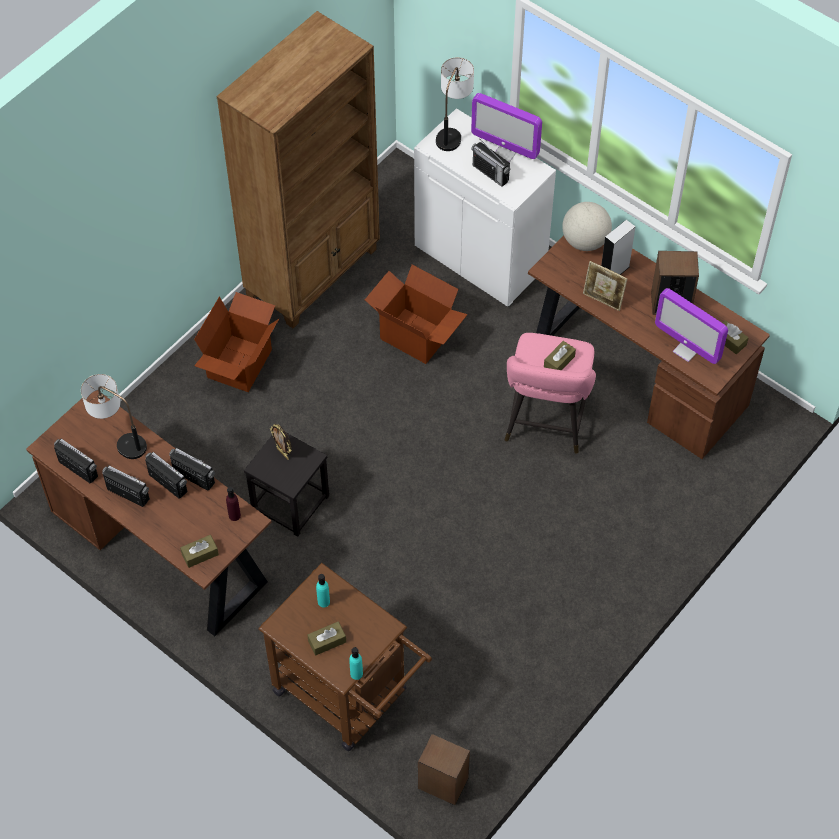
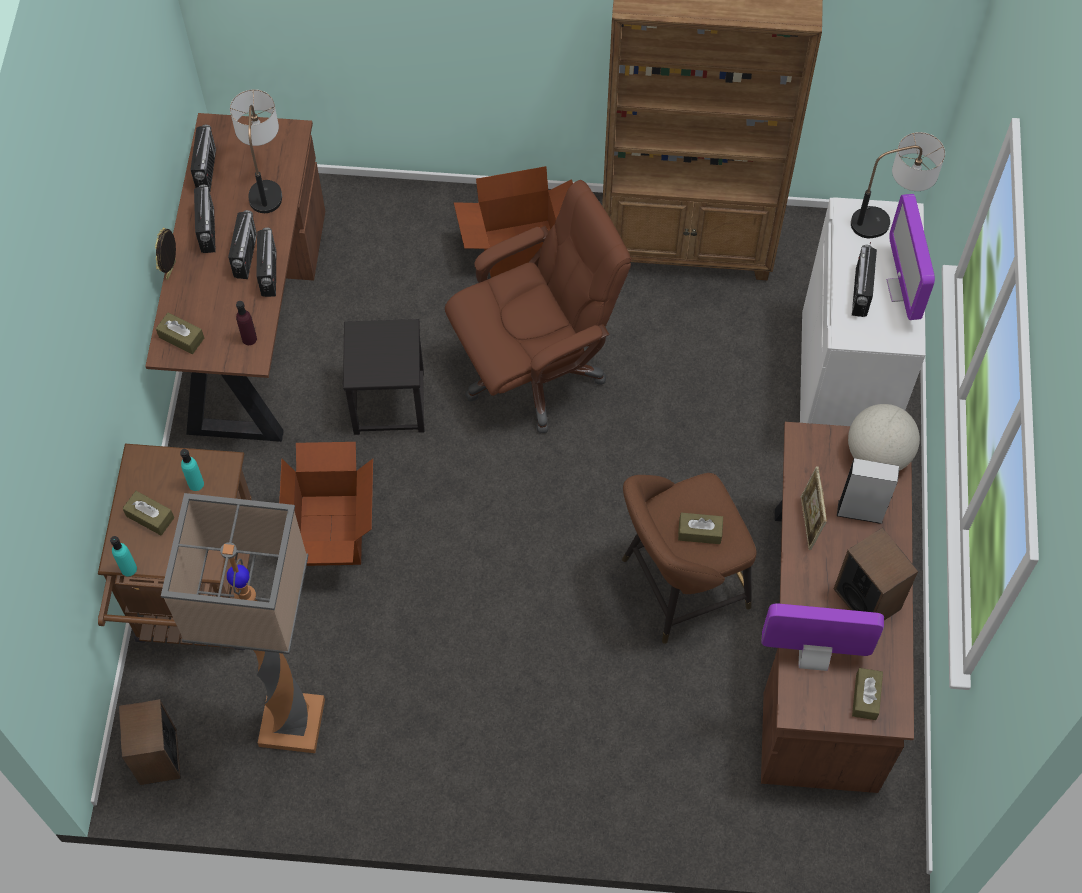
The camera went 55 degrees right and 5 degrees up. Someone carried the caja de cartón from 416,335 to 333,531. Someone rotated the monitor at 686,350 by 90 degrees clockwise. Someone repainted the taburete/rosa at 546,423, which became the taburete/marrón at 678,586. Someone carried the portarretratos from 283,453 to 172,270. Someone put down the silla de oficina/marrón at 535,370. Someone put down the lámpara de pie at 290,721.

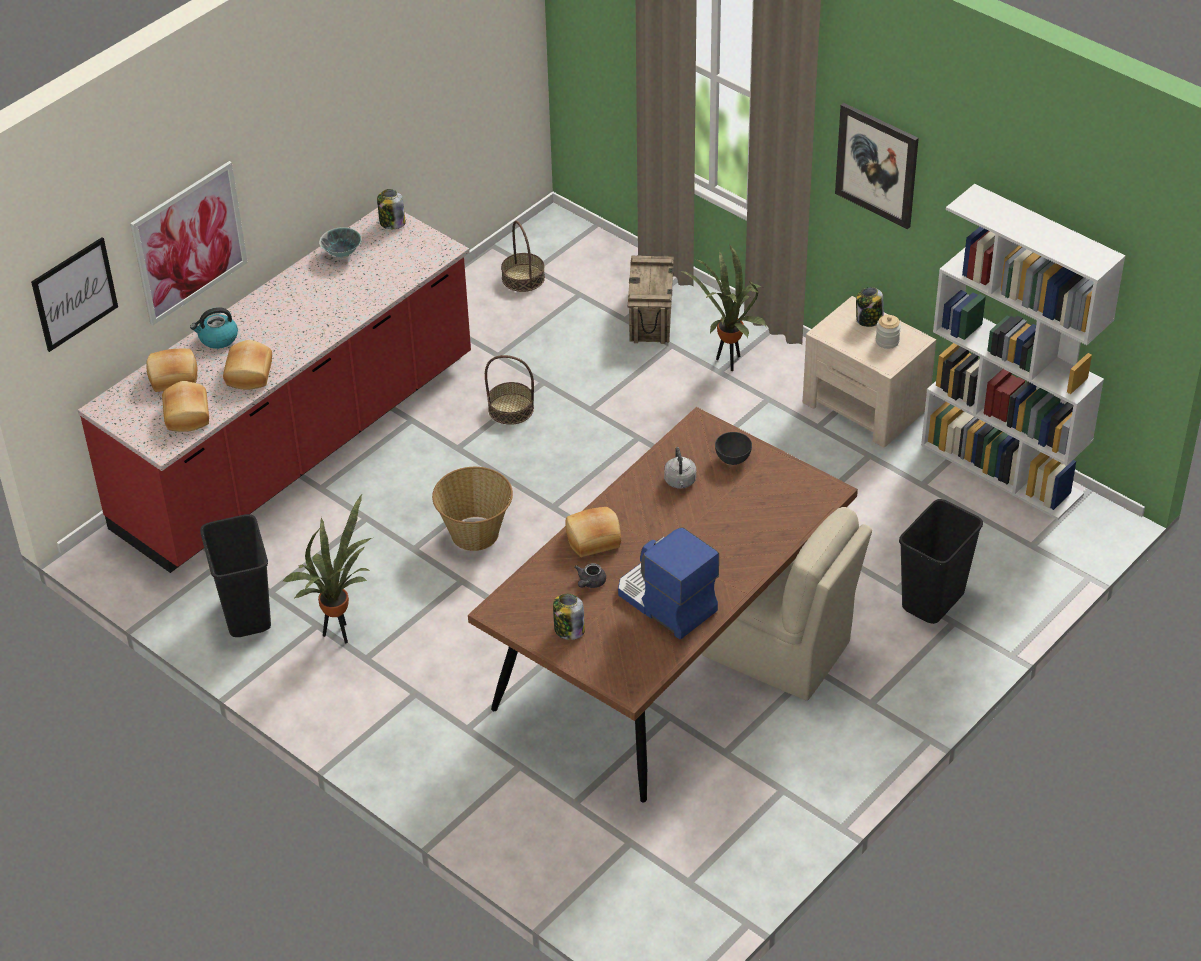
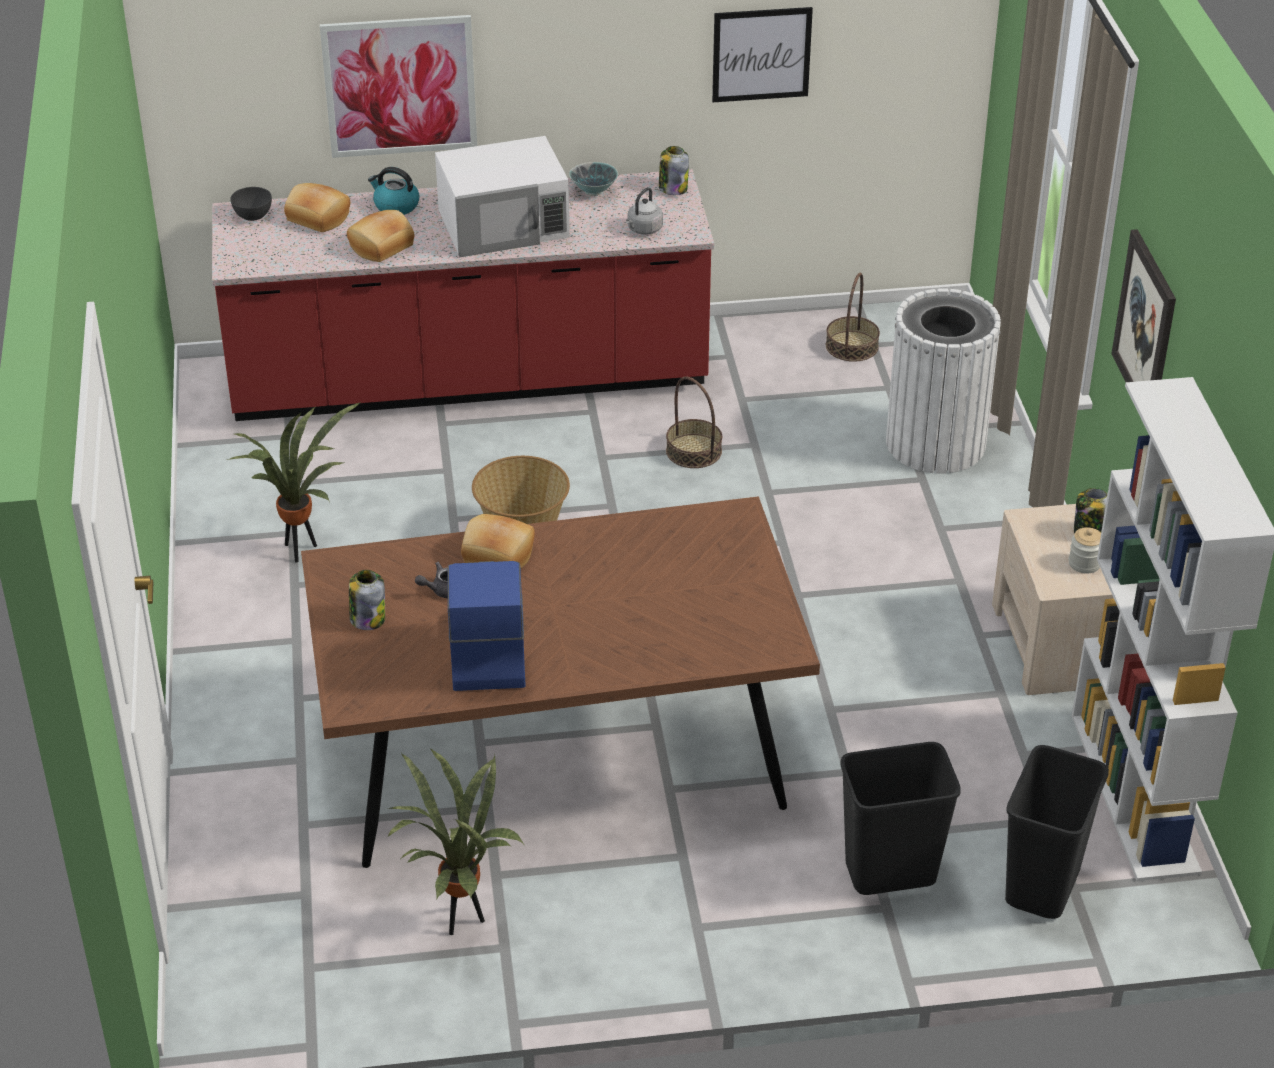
The camera went 40 degrees right and 5 degrees down. Someone carried the cuadro from 74,294 to 761,54. Someone carried the planta en maceta from 728,363 to 460,921. Someone swapped the caja de embalaje at 651,316 for the papelera/blanco at 935,443. Someone took away the pan at 188,415. Someone carried the cuenco/gris from 733,459 to 253,216. Someone carried the hervidor/gris from 680,482 to 643,230. Someone took away the silla/beis at 779,650. Someone carried the papelera/negro from 245,614 to 1041,885. Someone put down the microondas/blanco at 504,224.

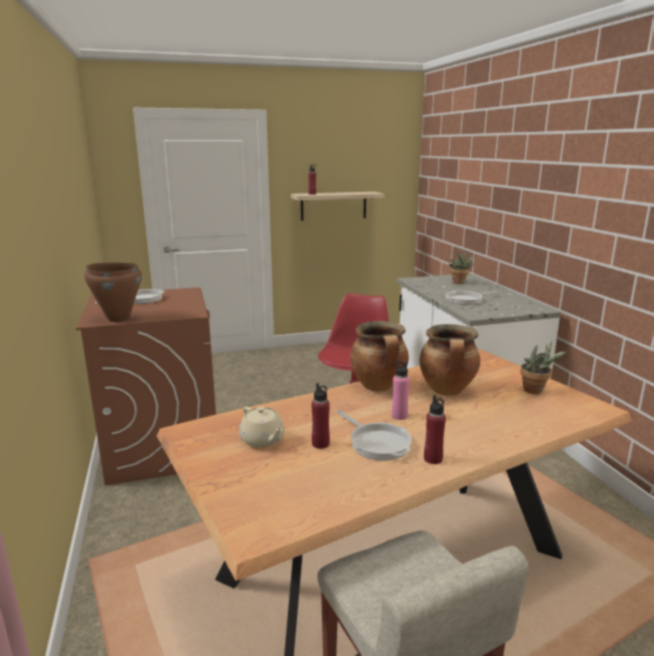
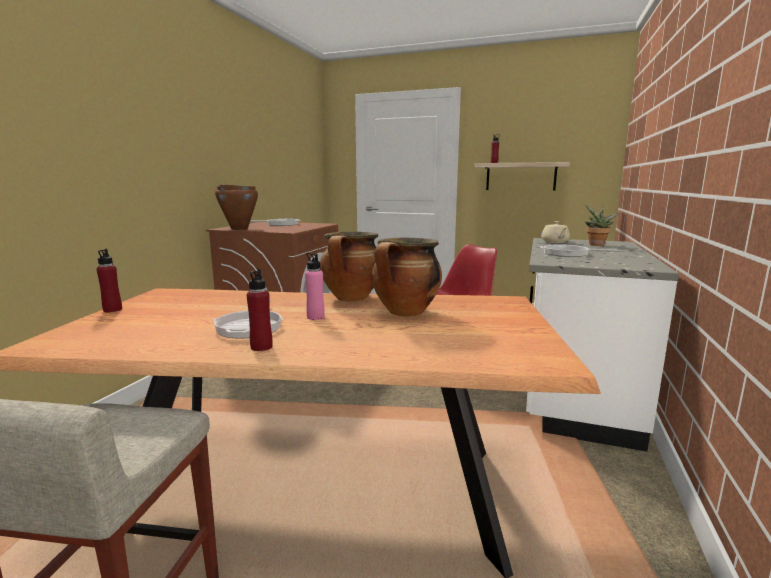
The camera went 35 degrees right and 5 degrees down. Someone took away the planta en maceta at 536,391. Someone carried the botella/rojo from 320,444 to 112,310. Someone carried the tetera/beis from 262,440 to 555,242.

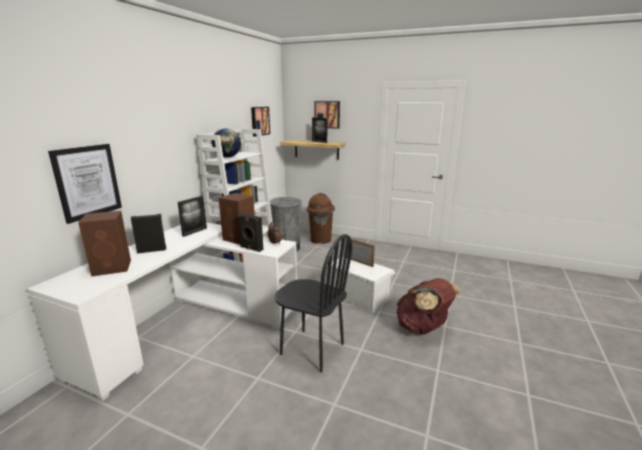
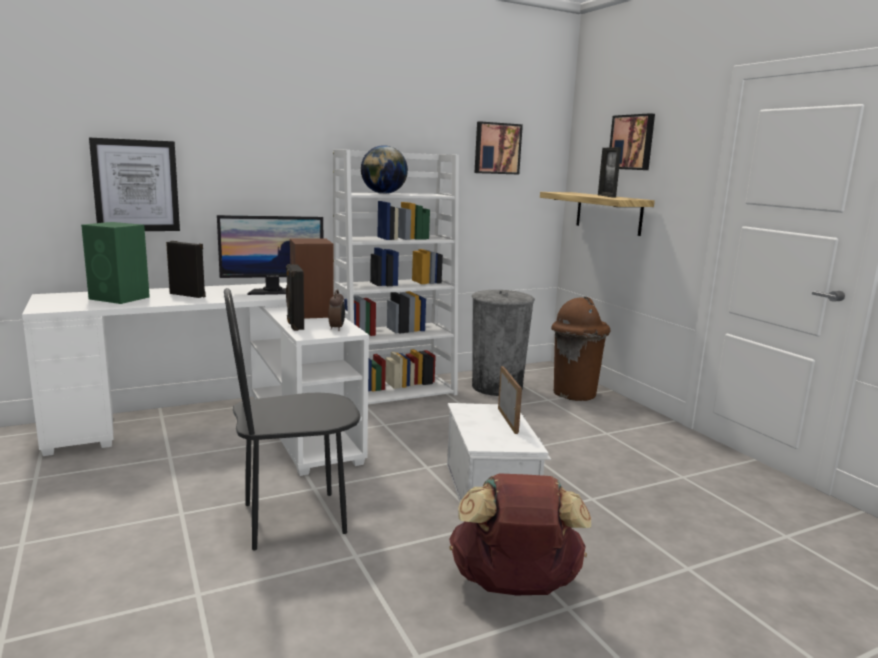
The camera went 40 degrees right and 5 degrees down. Someone swapped the portarretratos at 194,232 for the monitor at 272,291. Someone repainted the altavoz/marrón at 113,267, which became the altavoz/verde at 120,298. Someone rotated the silla/negro at 312,349 by 90 degrees clockwise.

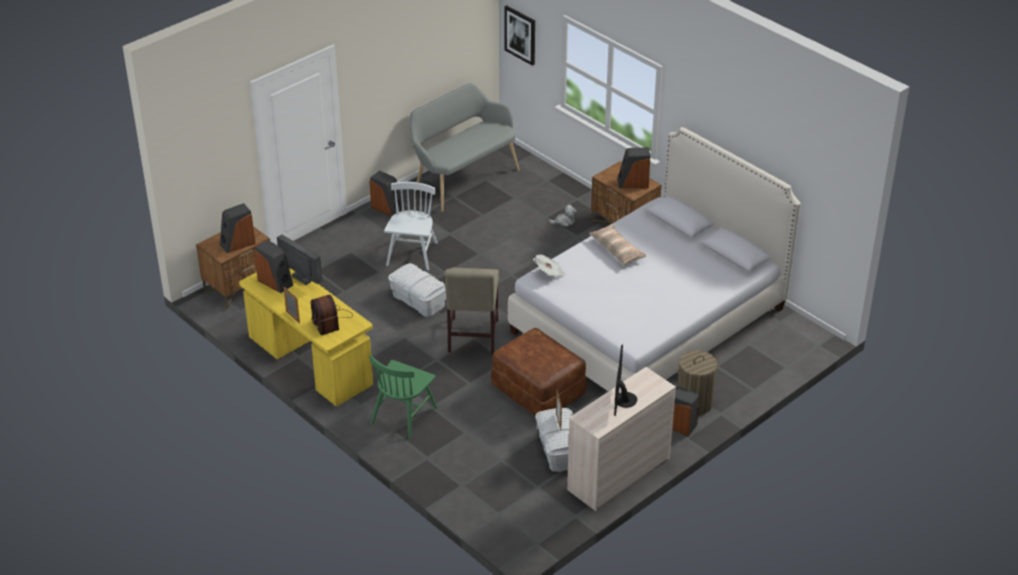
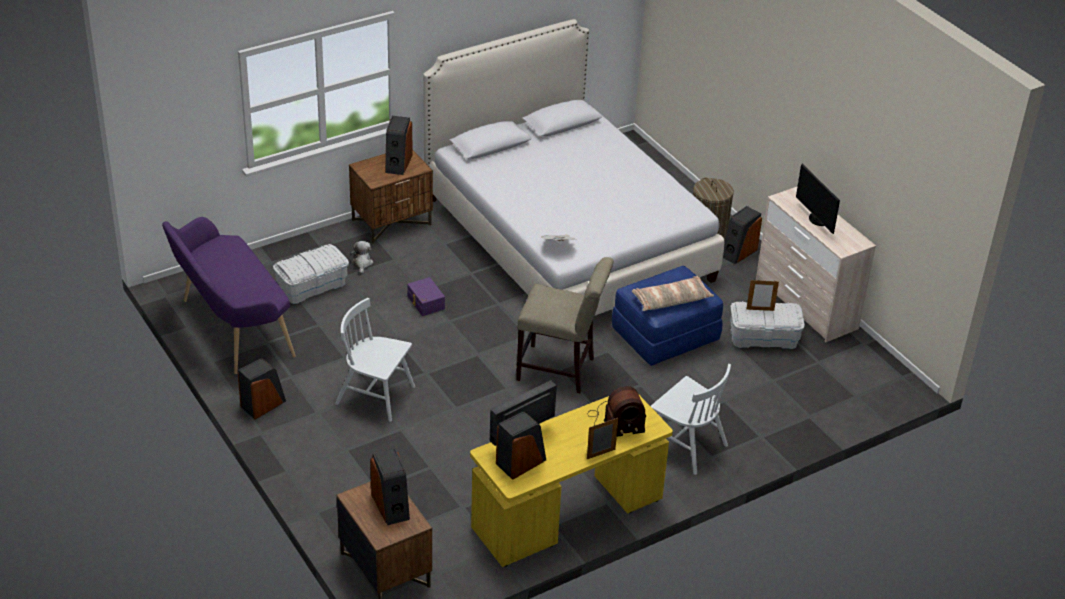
The camera went 80 degrees left and 0 degrees up. Someone took away the cuadro at 520,35. Someone repainted the banco/gris at 462,179, which became the banco/morado at 231,329. Someone carried the cojín from 617,250 to 671,300. Someone carried the caja de almacenaje/blanco from 419,300 to 312,286. Someone repainted the puf/marrón at 539,391, which became the puf/azul at 665,335. Someone rotated the monitor at 623,400 by 45 degrees clockwise. Someone repainted the silla/verde at 403,415, which became the silla/blanco at 685,445. Someone put down the caja de almacenaje/morado at 425,303.

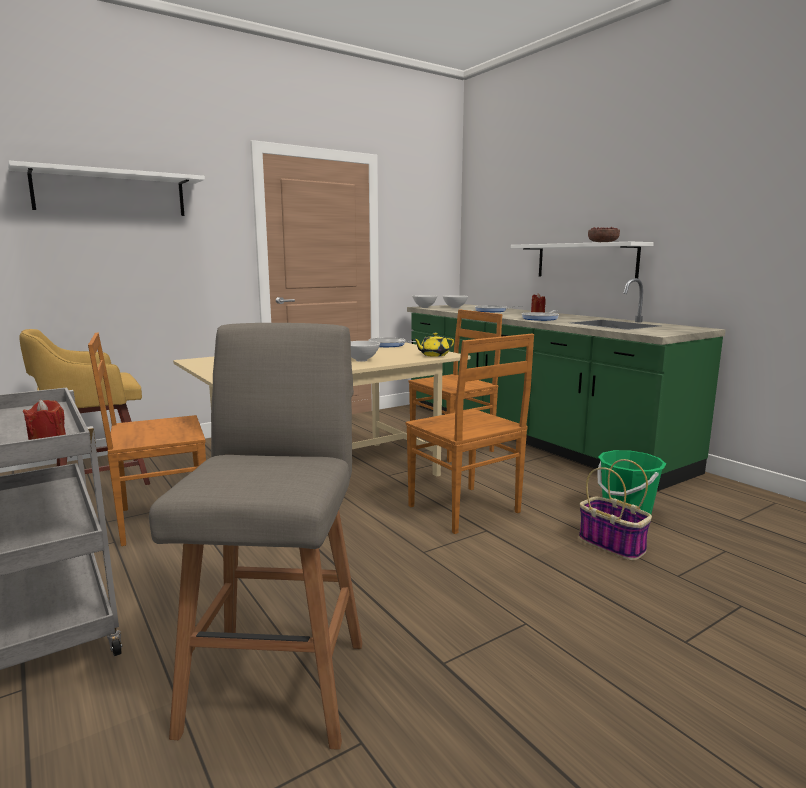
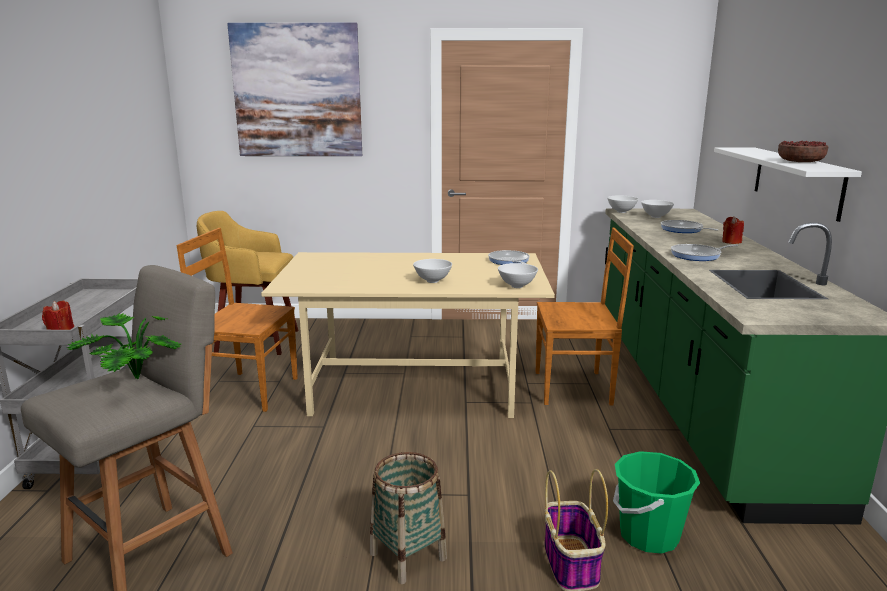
The camera went 35 degrees right and 5 degrees up. Someone swapped the estante/blanco at 111,193 for the cuadro at 297,91. Someone swapped the tetera/amarillo at 433,355 for the cuenco/blanco at 516,286. Someone took away the silla/marrón at 465,510. Someone put down the planta en maceta at 144,378. Someone put down the cesta at 407,556.

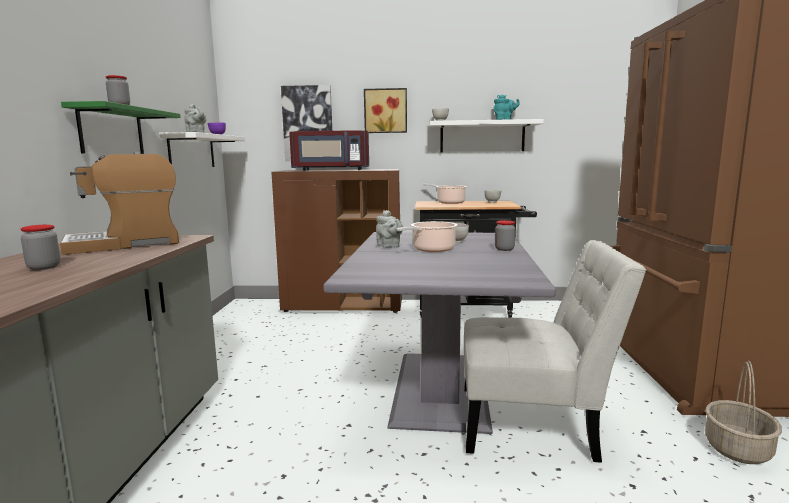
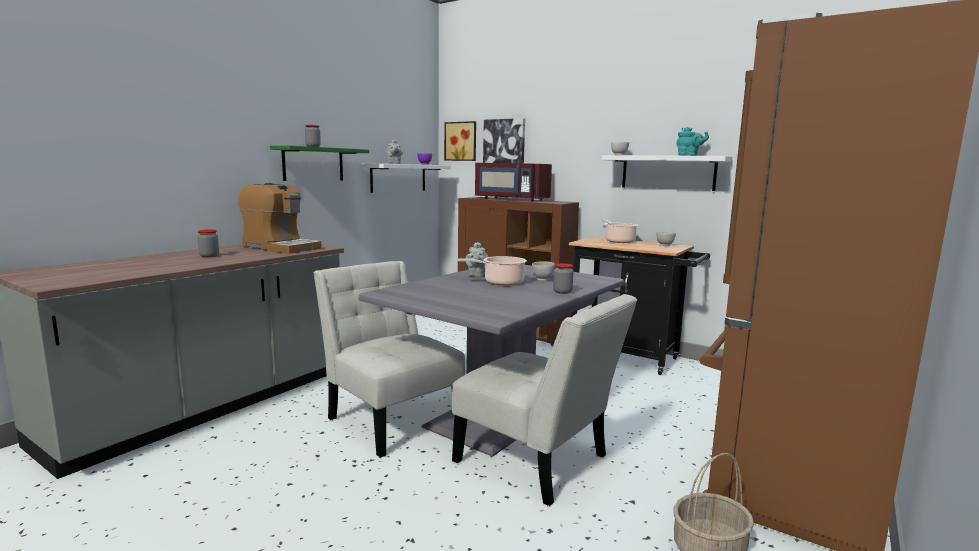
The camera went 30 degrees right and 0 degrees up. Someone carried the cuadro from 385,111 to 461,141. Someone rotated the cafetera at 126,244 by 150 degrees counterclockwise. Someone put down the silla/blanco at 391,418.

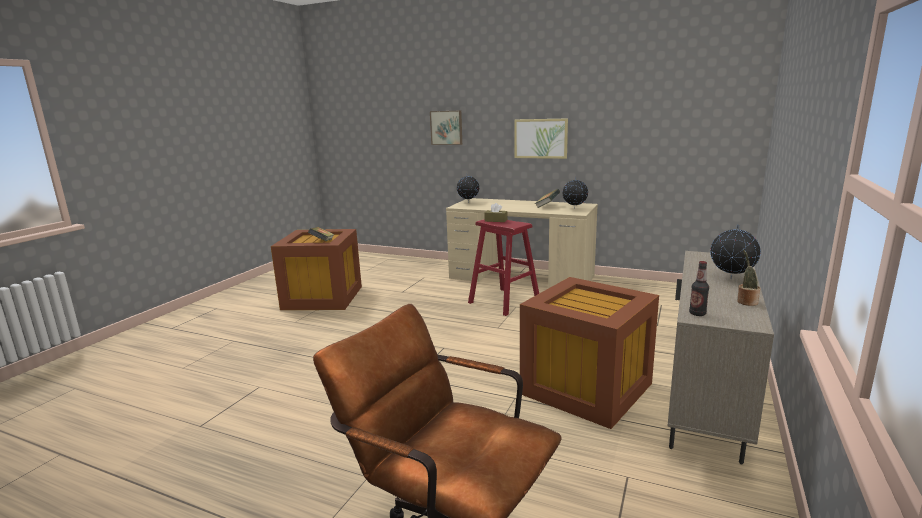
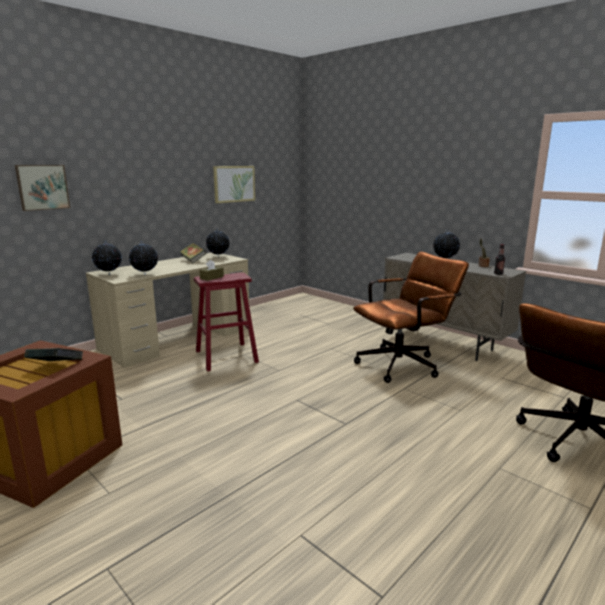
The camera went 70 degrees left and 0 degrees up. Someone carried the cuadro from 540,138 to 234,184. Someone swapped the caja de almacenaje/marrón at 587,390 for the silla de oficina/marrón at 404,364. Someone put down the globo terráqueo at 145,275.

